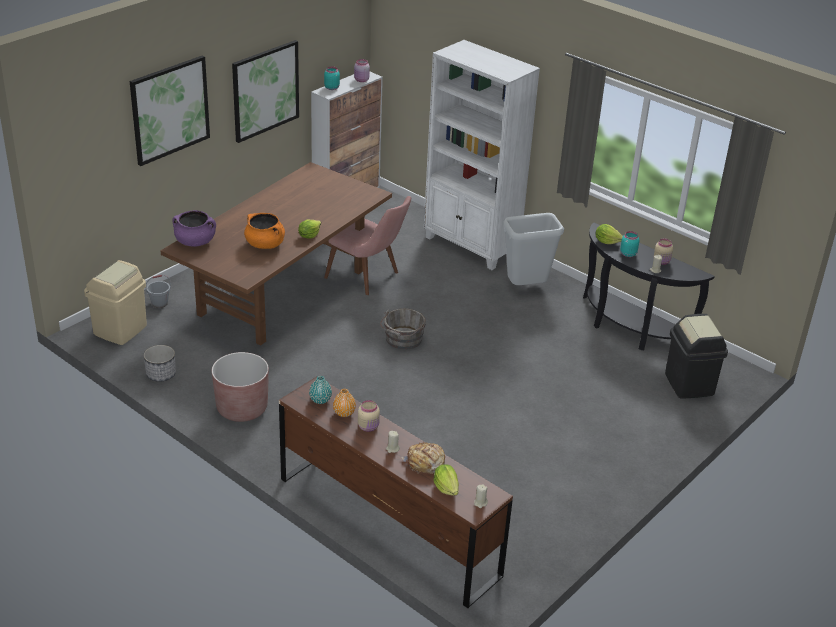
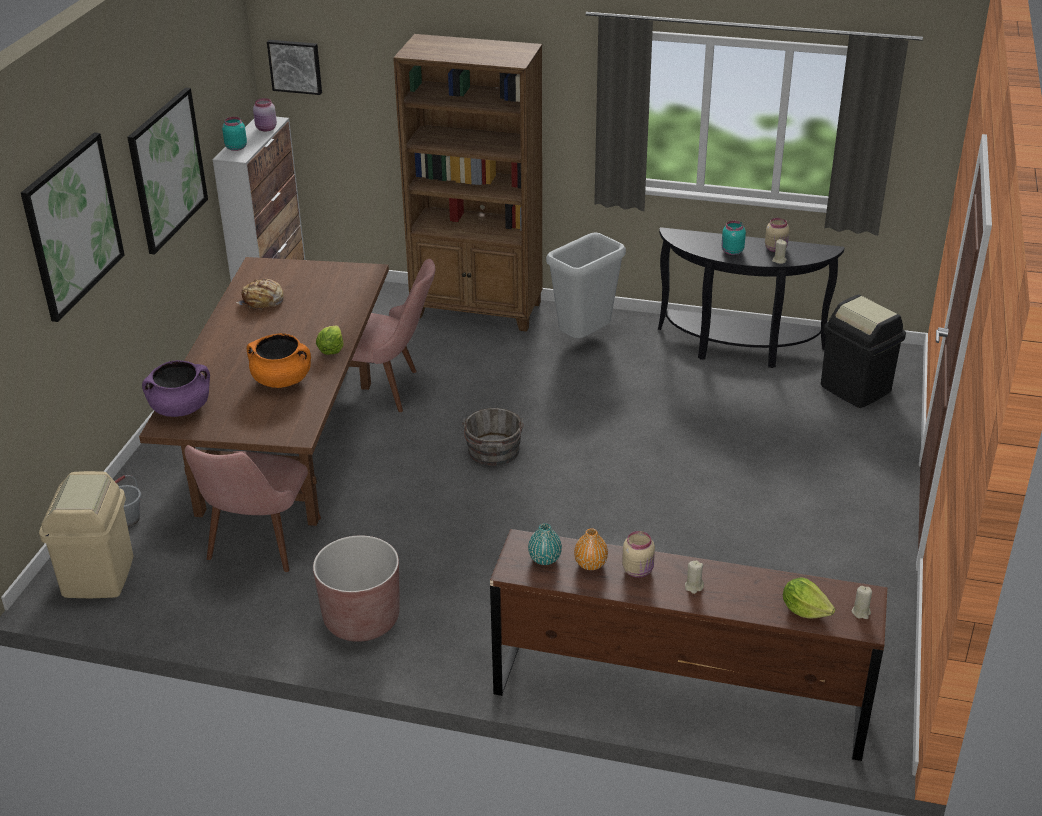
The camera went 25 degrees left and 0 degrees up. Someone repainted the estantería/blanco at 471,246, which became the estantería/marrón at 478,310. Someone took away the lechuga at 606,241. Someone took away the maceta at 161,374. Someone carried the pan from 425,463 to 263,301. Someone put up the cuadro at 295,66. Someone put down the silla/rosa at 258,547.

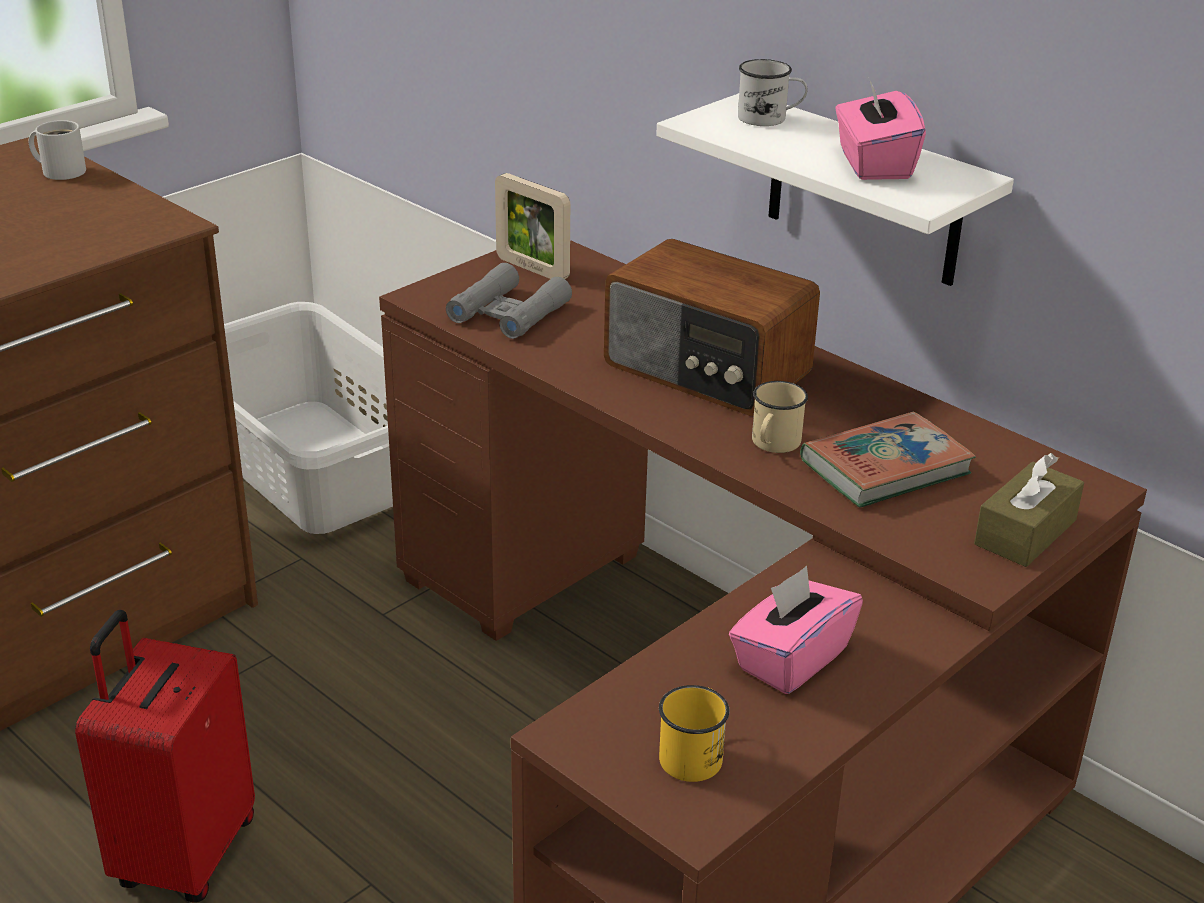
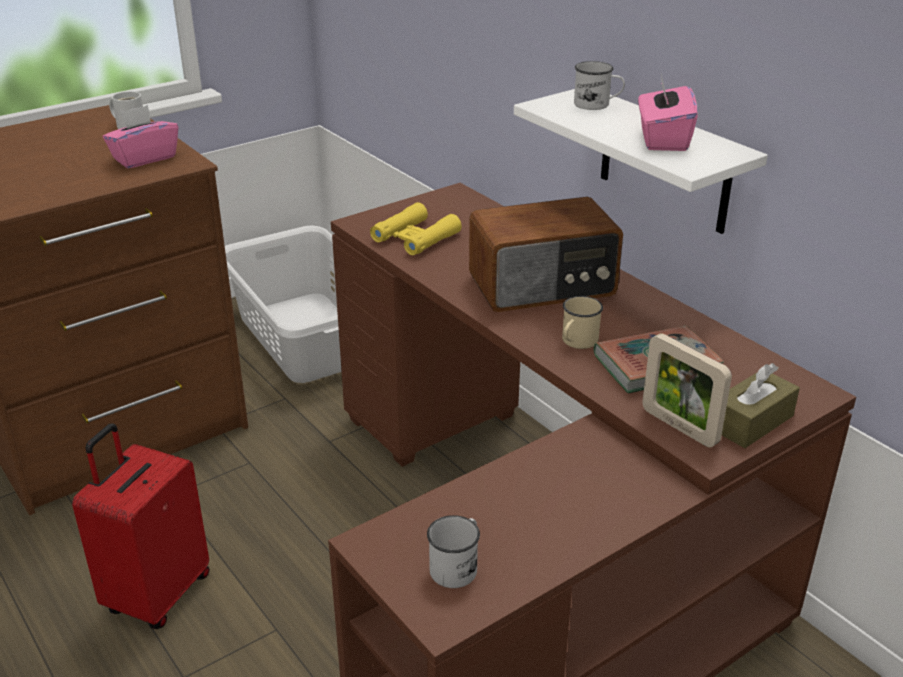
The camera went 10 degrees right and 0 degrees up. Someone carried the portarretratos from 532,269 to 679,427. Someone rotated the radio at 706,371 by 60 degrees counterclockwise. Someone repainted the prismáticos/gris at 509,313, which became the prismáticos/amarillo at 415,237. Someone carried the caja de pañuelos/rosa from 791,659 to 144,158. Someone repainted the taza grande/amarillo at 694,753, which became the taza grande/blanco at 457,566.

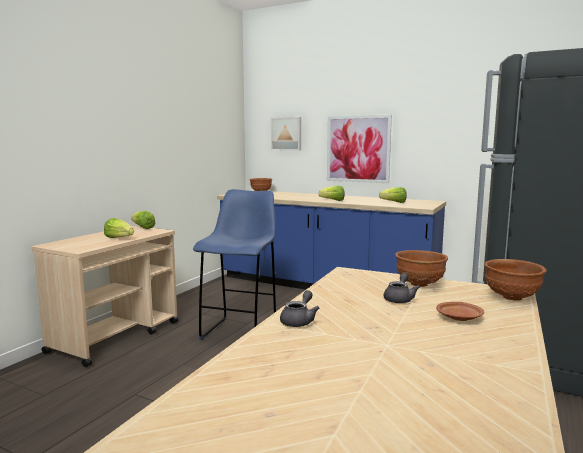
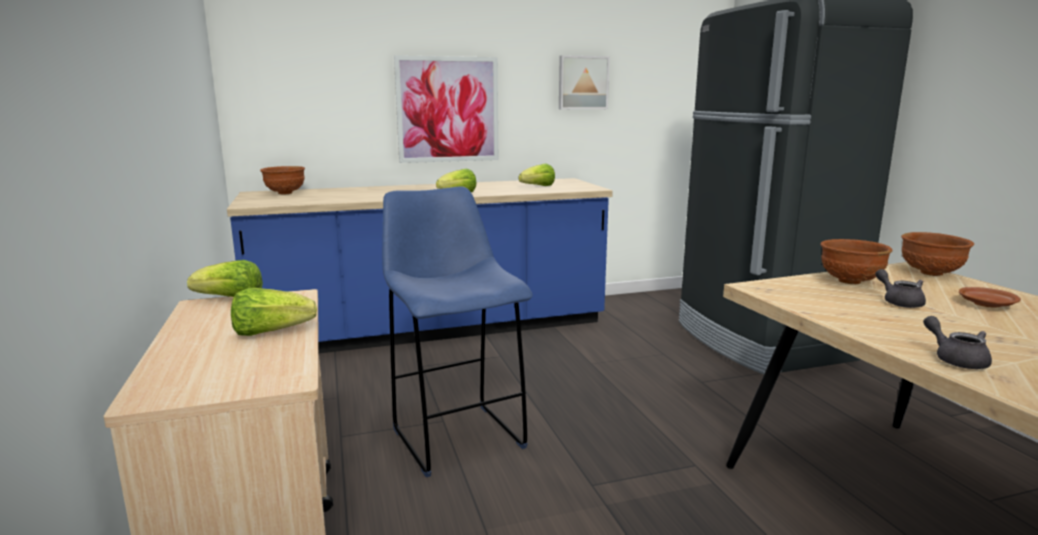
The camera went 45 degrees left and 5 degrees up. Someone carried the cuadro from 286,134 to 582,83.

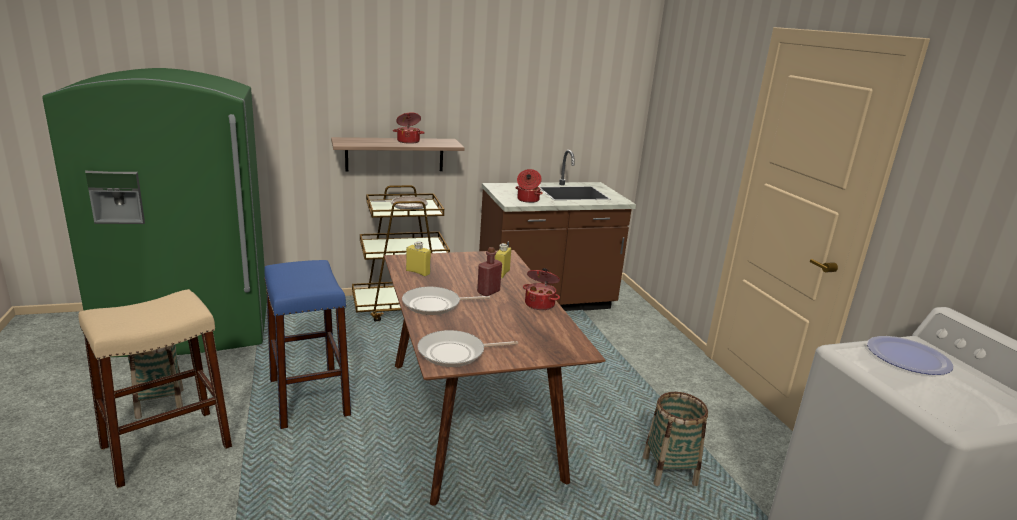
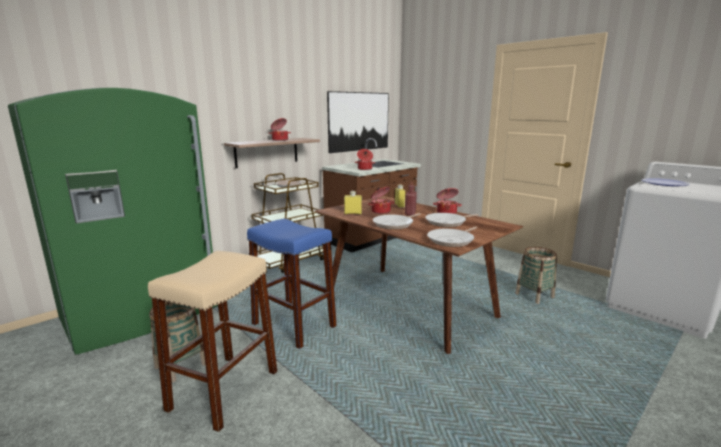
The camera went 25 degrees left and 5 degrees down. Someone put up the cuadro at 359,121. Someone put down the olla at 380,211. Someone put down the sartén at 447,222.

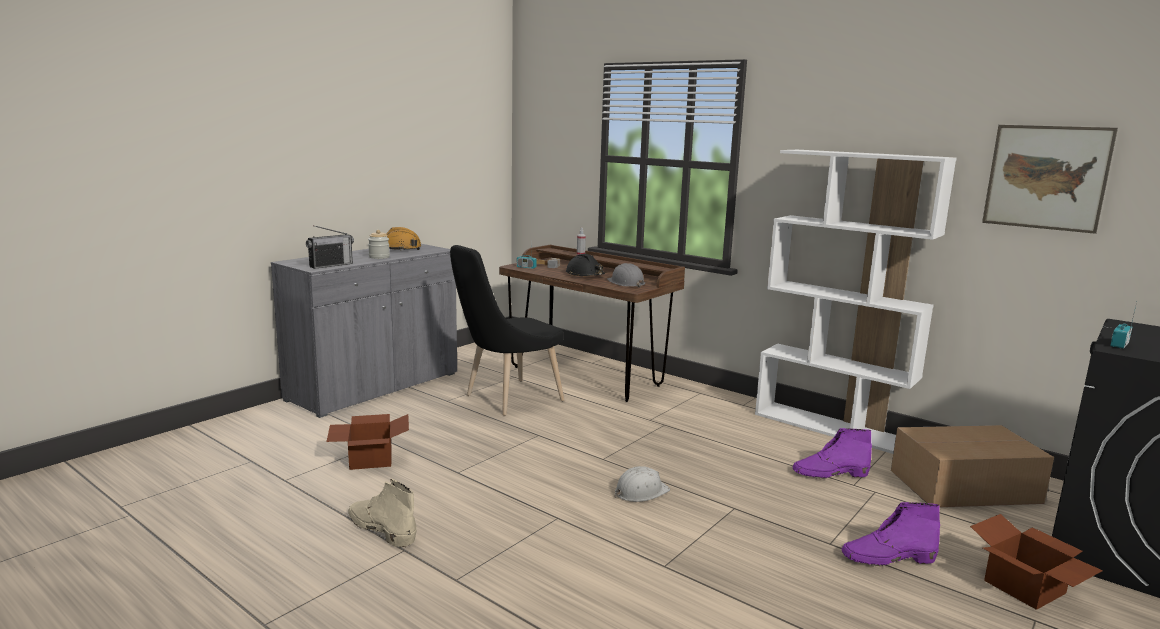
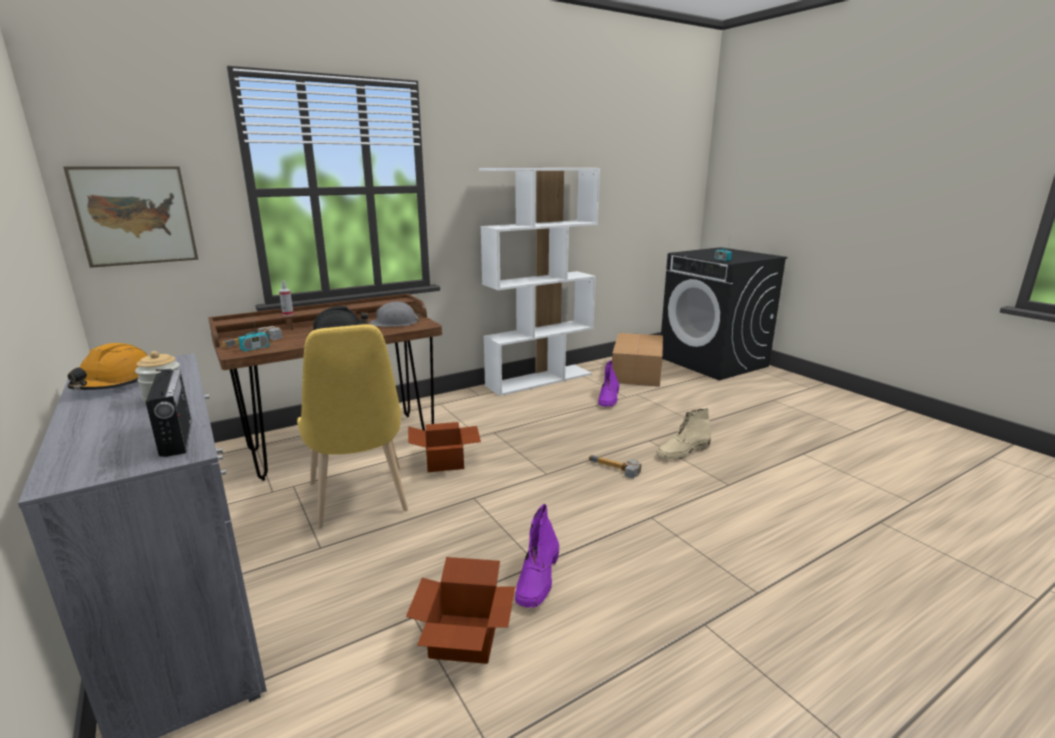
The camera went 70 degrees left and 5 degrees up. Someone carried the cuadro from 1046,177 to 135,216. Someone repainted the silla/negro at 508,399, which became the silla/amarillo at 360,501. Someone swapped the casco/blanco at 640,492 for the martillo at 614,469. Someone carried the bota/beis from 381,528 to 683,451. Someone carried the bota/morado from 887,558 to 537,579. Someone carried the caja de cartón from 1026,588 to 446,462.

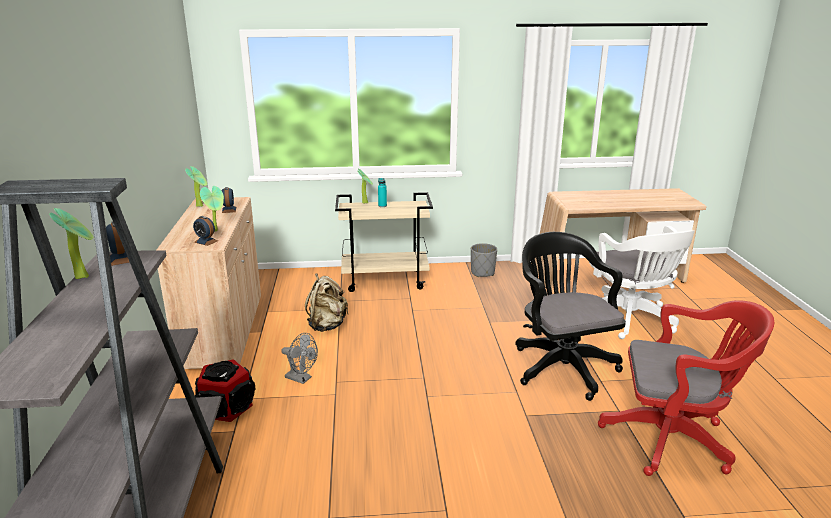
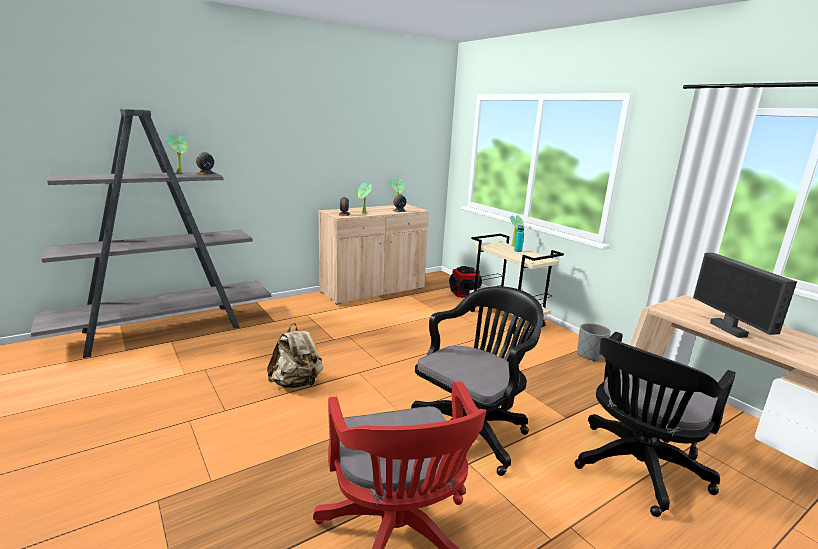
The camera went 60 degrees right and 5 degrees down. Someone repainted the silla de oficina/blanco at 630,320, which became the silla de oficina/negro at 635,470. Someone carried the mochila/beis from 327,325 to 296,383. Someone took away the ventilador/gris at 301,378. Someone carried the altavoz from 227,408 to 465,293. Someone put down the monitor at 729,330.

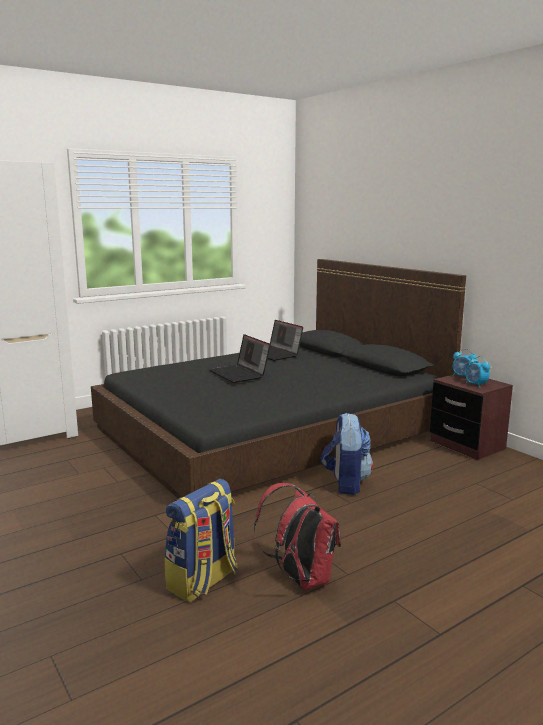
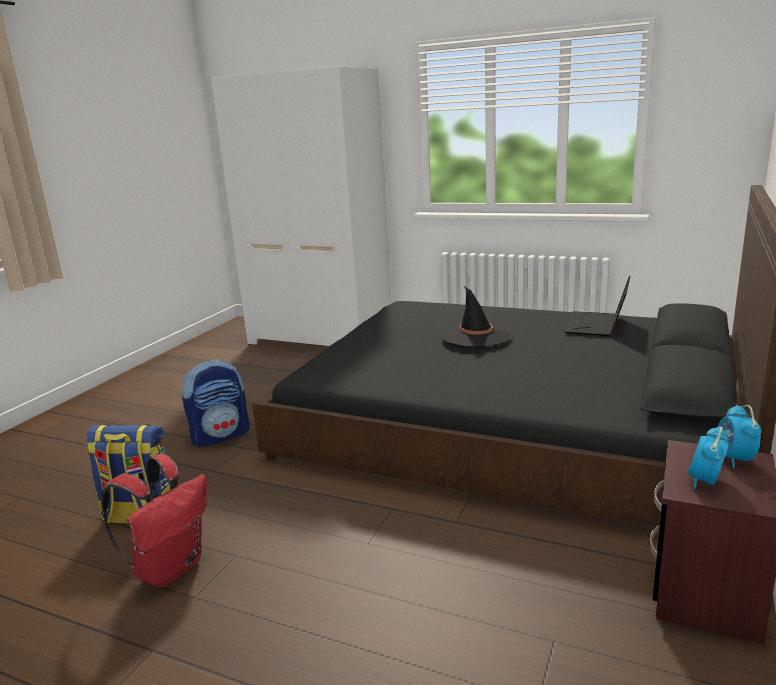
The camera went 60 degrees right and 5 degrees up. Someone swapped the portátil at 240,374 for the sombrero/negro at 475,337. Someone carried the mochila from 345,483 to 221,435.

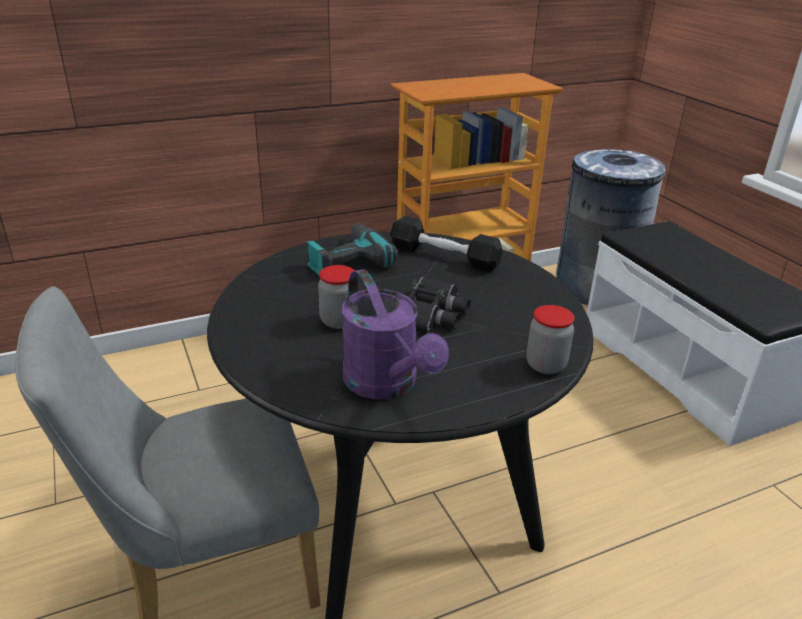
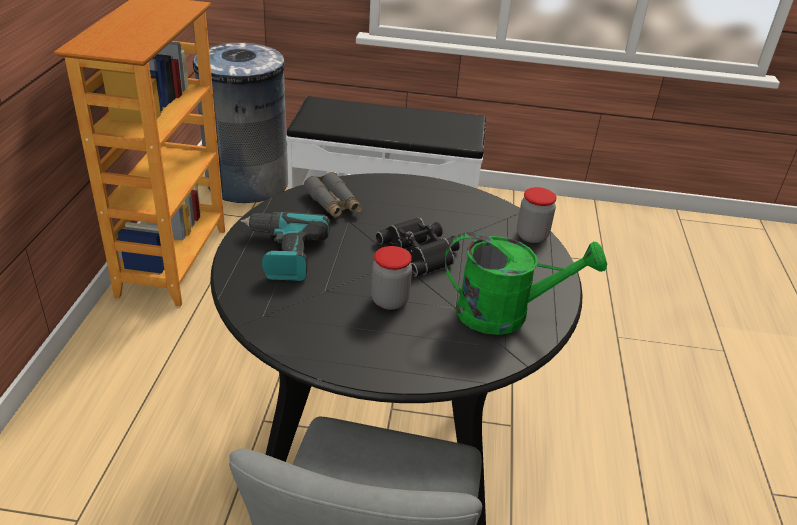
The camera went 60 degrees left and 5 degrees up. Someone swapped the mancuerna/negro at 444,256 for the prismáticos/gris at 333,204. Someone repainted the regadera/morado at 387,385, which became the regadera/verde at 506,314.

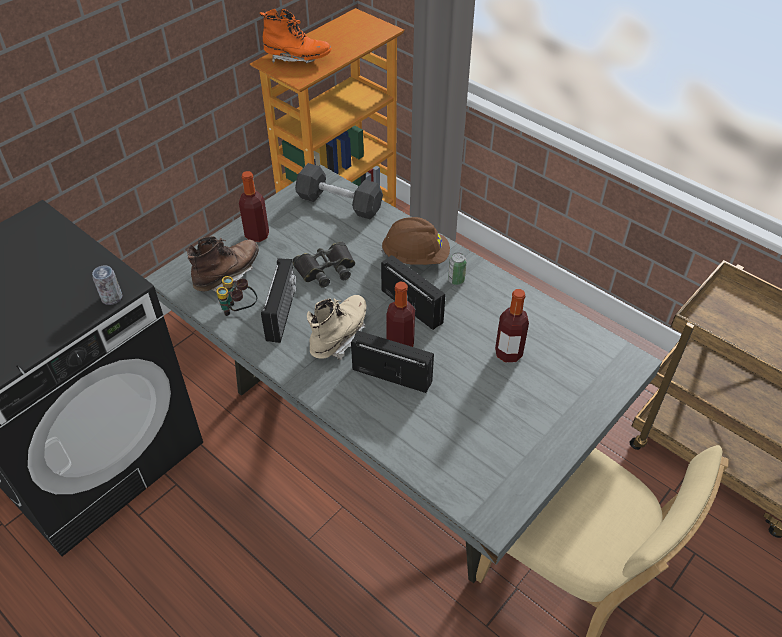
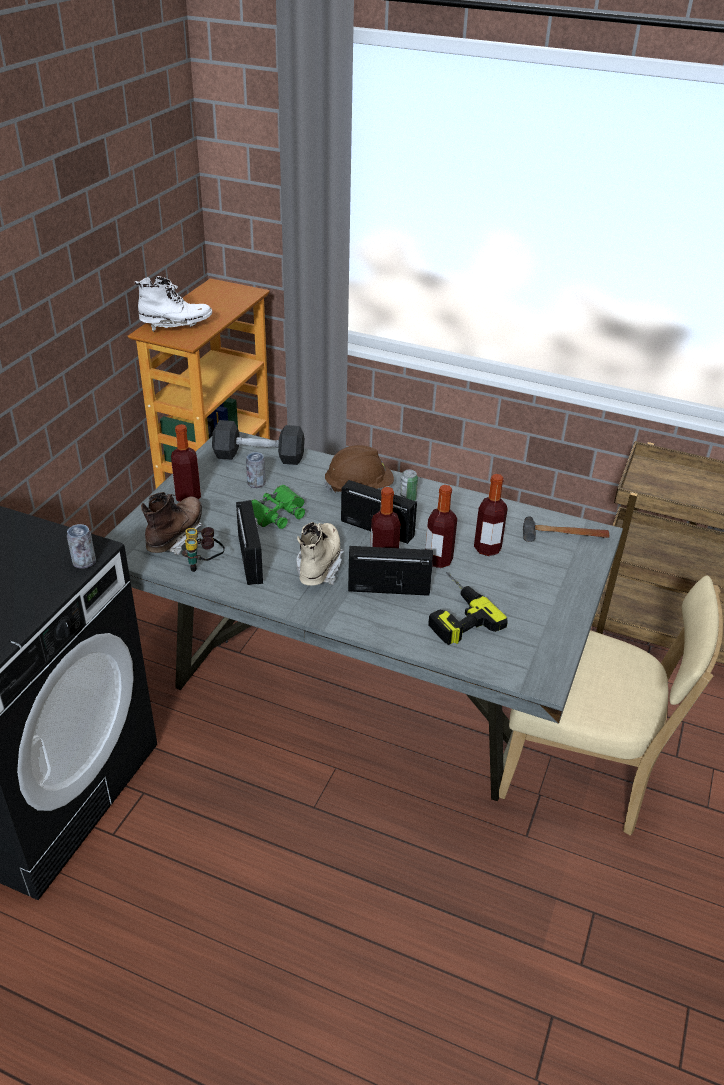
The camera went 20 degrees left and 10 degrees down. Someone repainted the bota/naranja at 297,59, which became the bota/blanco at 176,325. Someone repainted the prismáticos/negro at 326,269, which became the prismáticos/verde at 275,513. Someone put down the lata at 256,483. Someone put down the botella at 438,560. Someone put down the martillo at 564,536. Someone put down the taladro at 453,613.

